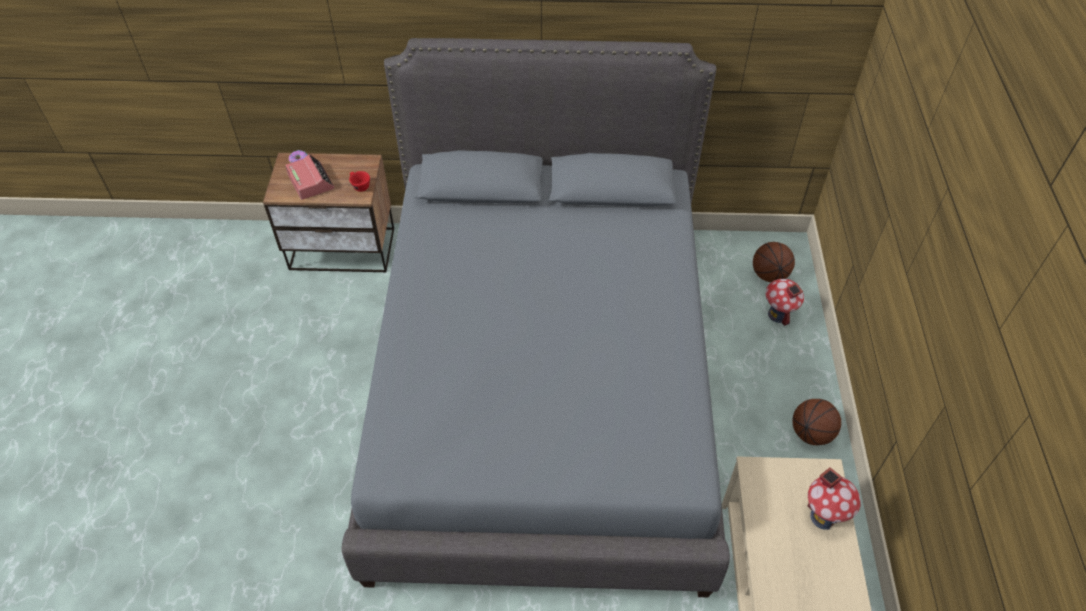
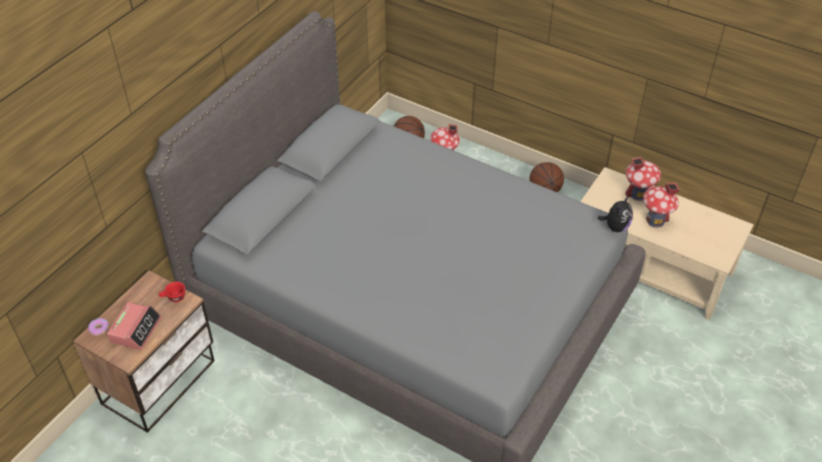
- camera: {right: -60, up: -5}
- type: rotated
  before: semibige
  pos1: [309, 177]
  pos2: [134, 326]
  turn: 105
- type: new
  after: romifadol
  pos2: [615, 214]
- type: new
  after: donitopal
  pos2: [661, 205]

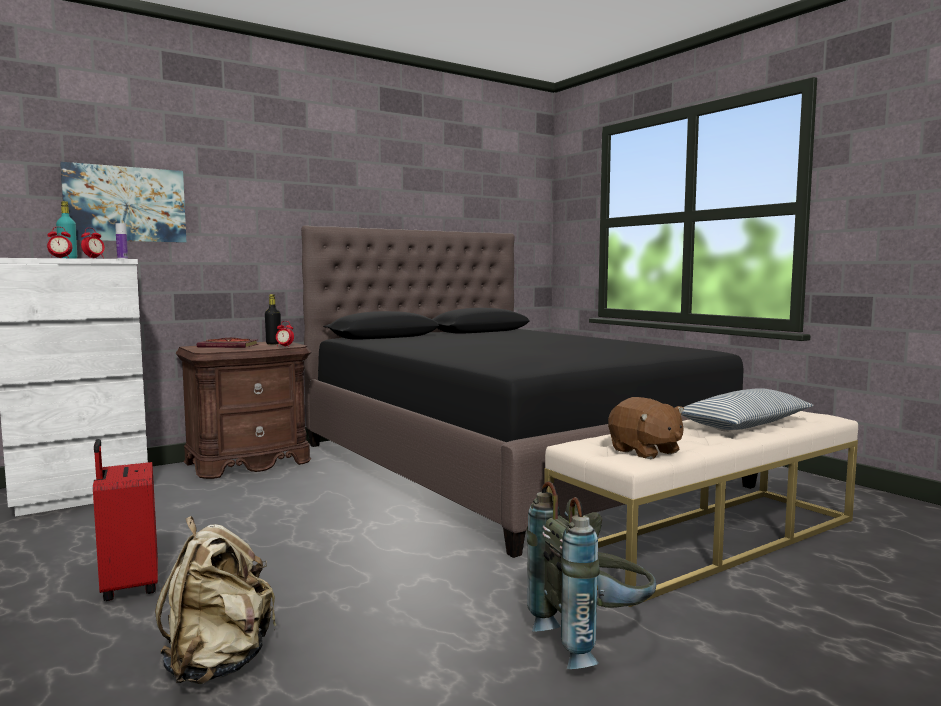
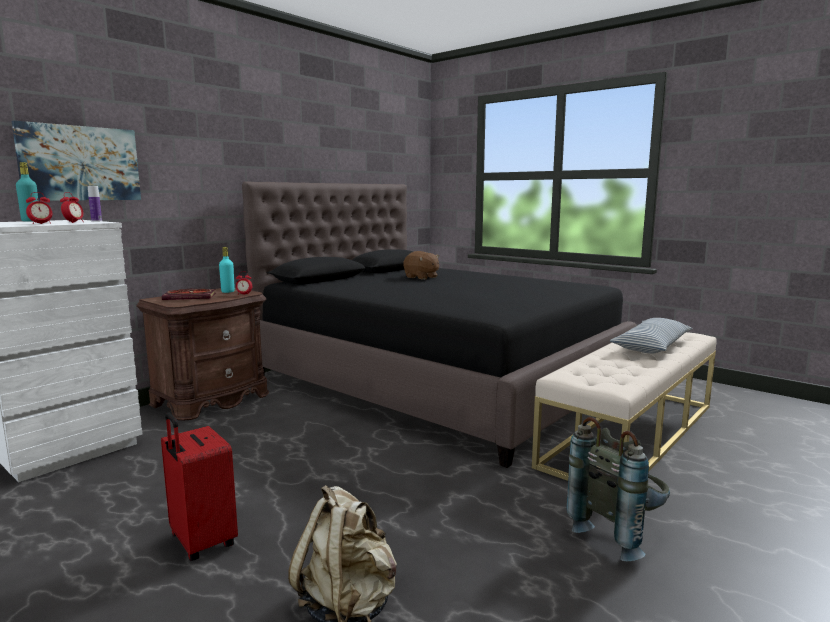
- camera: {right: -15, up: 5}
- type: repainted
  before: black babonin
  after: turquoise babonin
  pos1: [273, 319]
  pos2: [227, 270]
- type: shifted
  before: brown romifadol
  pos1: [646, 428]
  pos2: [421, 265]

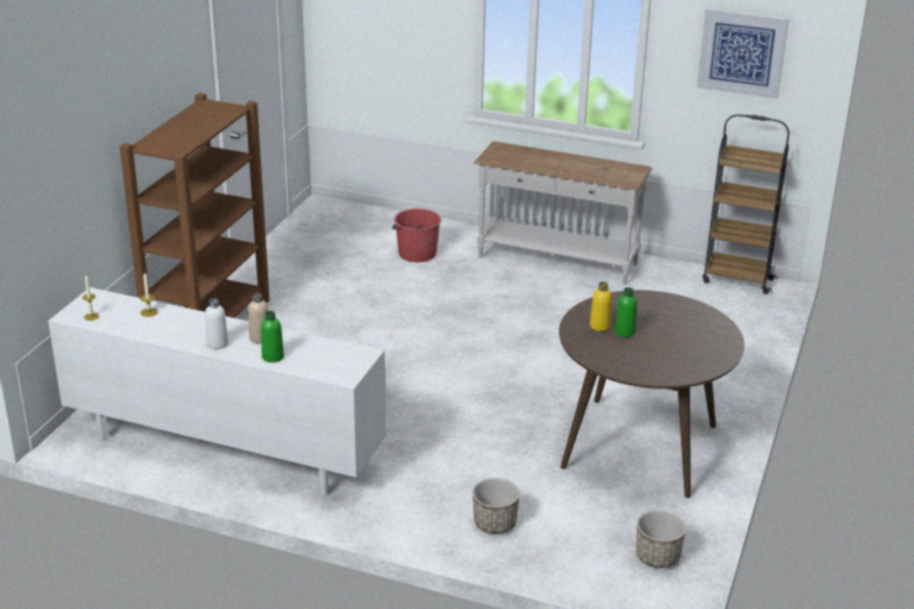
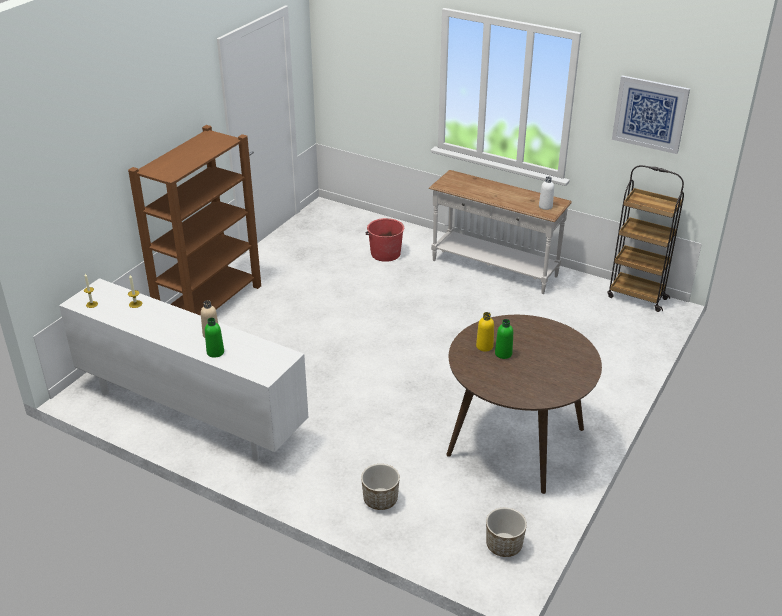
- camera: {right: 10, up: 5}
- type: shifted
  before: white babonin
  pos1: [216, 323]
  pos2: [546, 193]

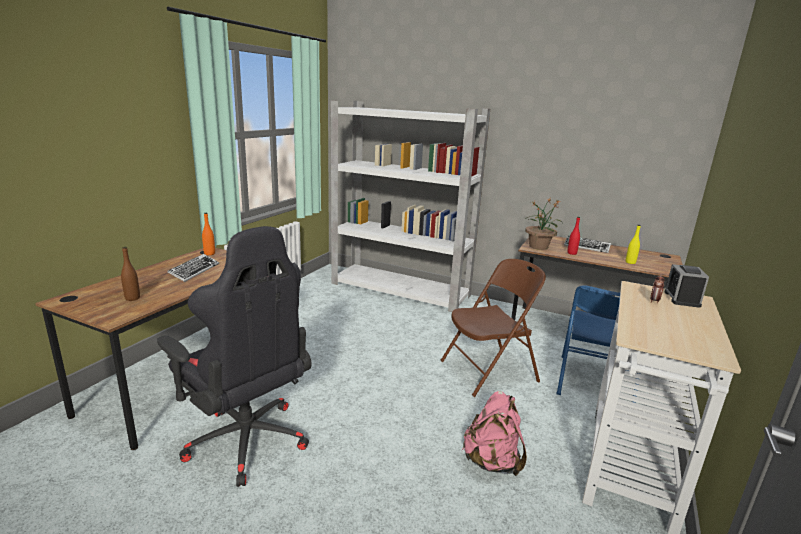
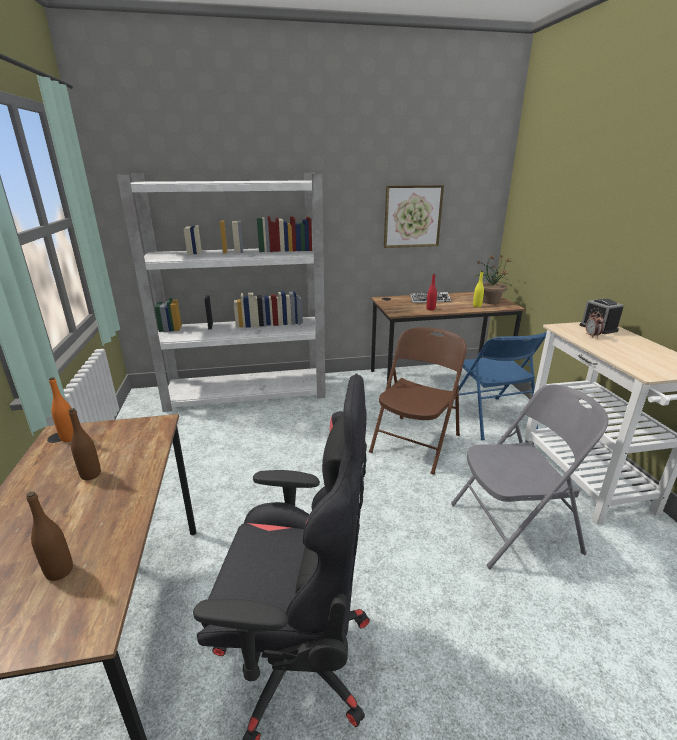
- camera: {right: -35, up: 5}
- type: swapped
  before: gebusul
  after: brown babonin
  pos1: [193, 268]
  pos2: [85, 444]
- type: swapped
  before: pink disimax
  after: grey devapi
  pos1: [494, 433]
  pos2: [530, 477]
- type: shifted
  before: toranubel
  pos1: [544, 224]
  pos2: [492, 279]
- type: new
  after: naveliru
  pos2: [414, 216]

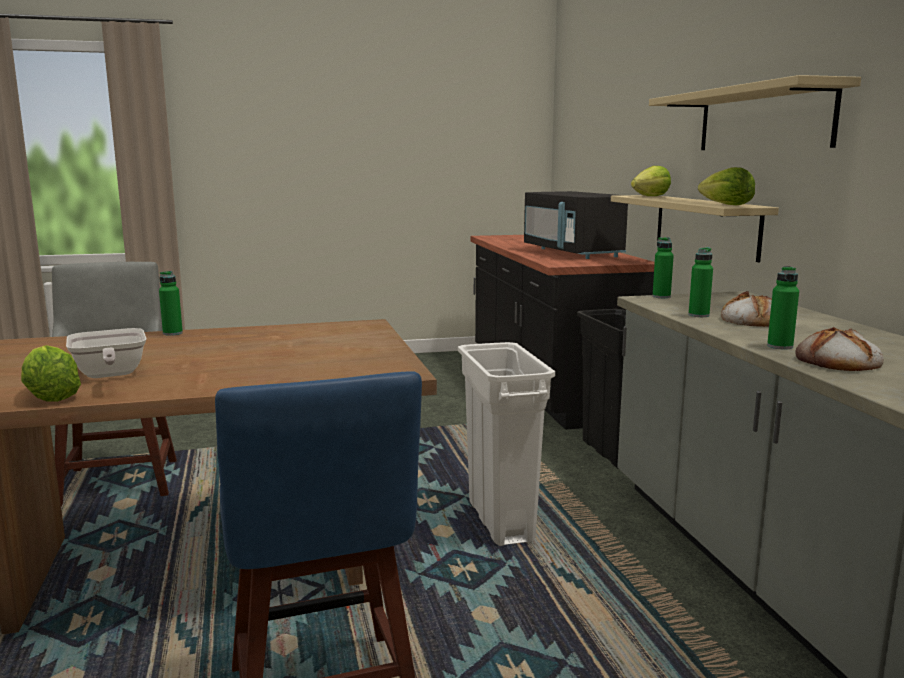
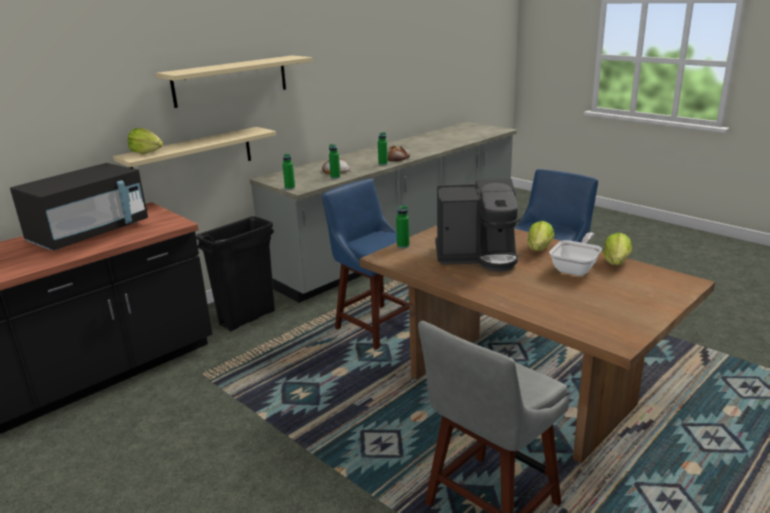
- camera: {right: -120, up: 10}
- type: shifted
  before: green babonin
  pos1: [171, 303]
  pos2: [403, 226]
- type: swapped
  before: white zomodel
  after: blue devapi
  pos1: [506, 444]
  pos2: [366, 264]
- type: shifted
  before: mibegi
  pos1: [726, 186]
  pos2: [541, 236]
- type: new
  after: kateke
  pos2: [477, 225]

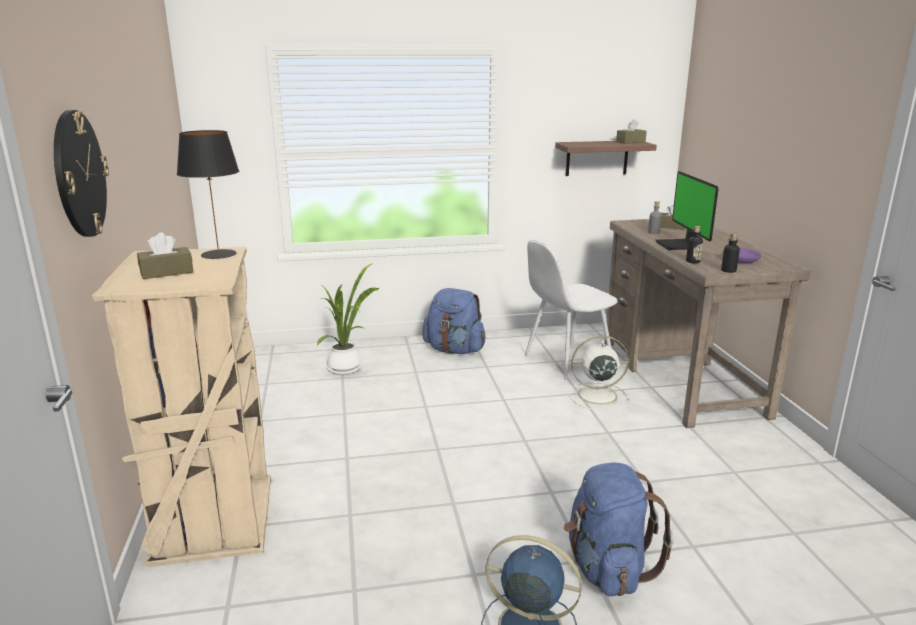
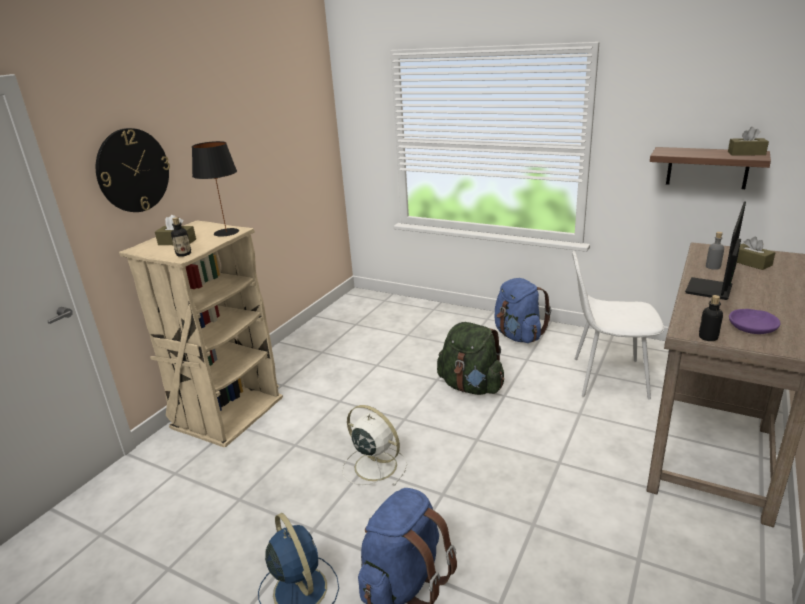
- camera: {right: 40, up: 5}
- type: gone
  before: toranubel
  pos1: [348, 319]
- type: shifted
  before: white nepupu
  pos1: [599, 373]
  pos2: [374, 445]
- type: shifted
  before: babonin
  pos1: [694, 244]
  pos2: [181, 237]
- type: new
  after: green disimax
  pos2: [470, 358]

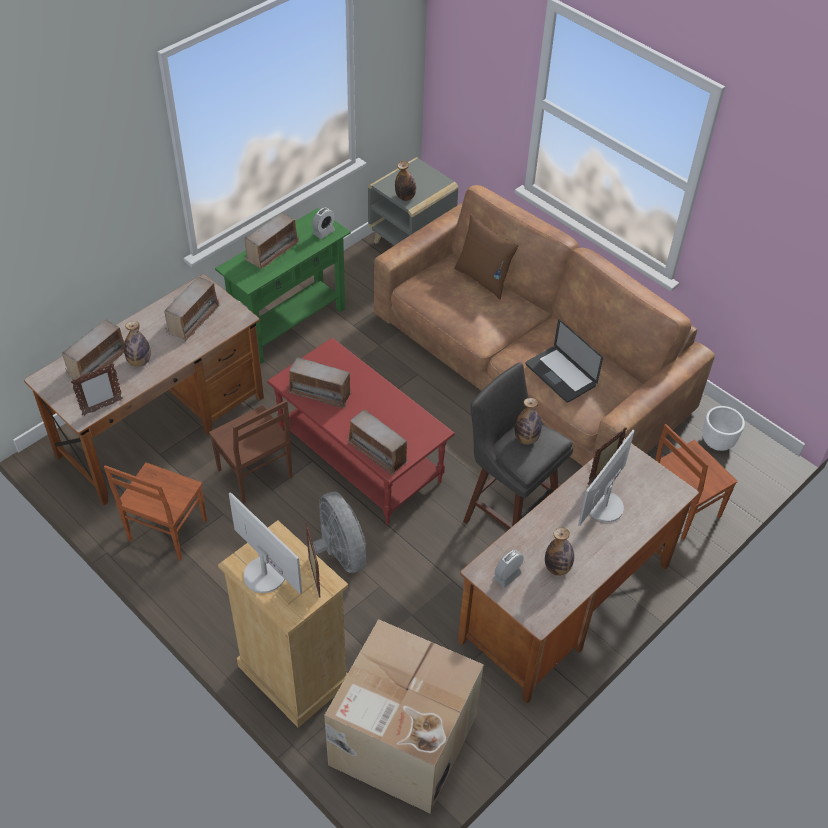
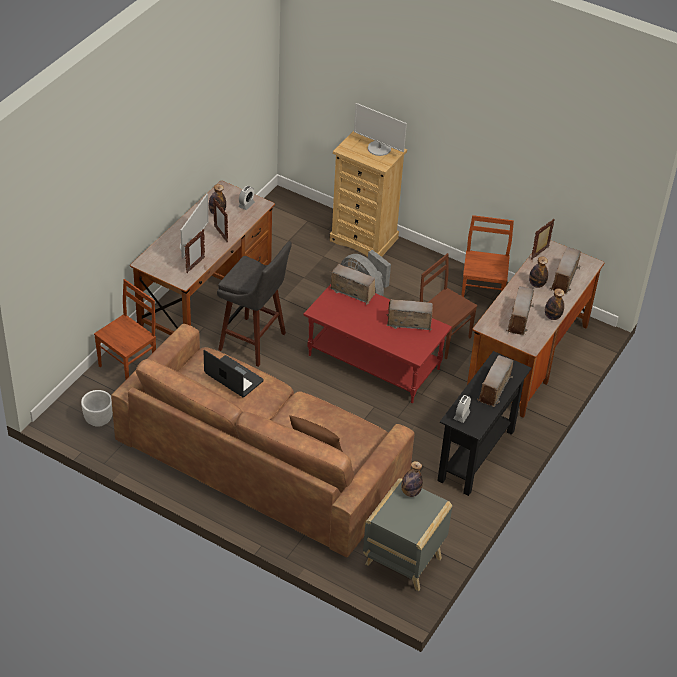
- camera: {right: 165, up: -5}
- type: repainted
  before: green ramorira
  after: black ramorira
  pos1: [283, 286]
  pos2: [484, 423]
- type: shifted
  before: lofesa
  pos1: [313, 559]
  pos2: [220, 220]
- type: gone
  before: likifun
  pos1: [404, 716]
- type: shifted
  before: babonin
  pos1: [528, 421]
  pos2: [554, 304]

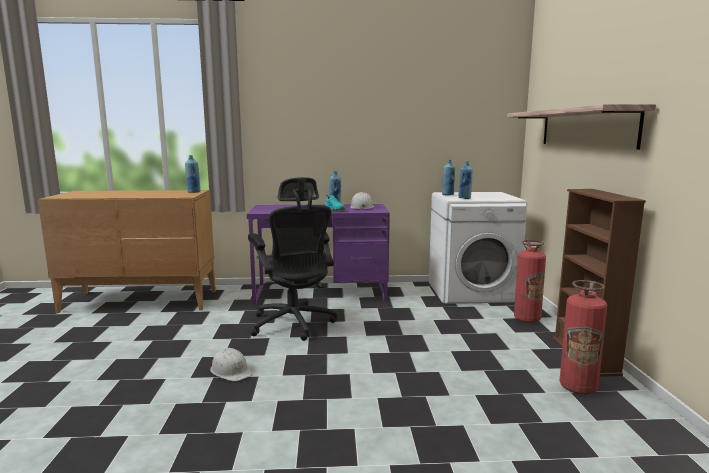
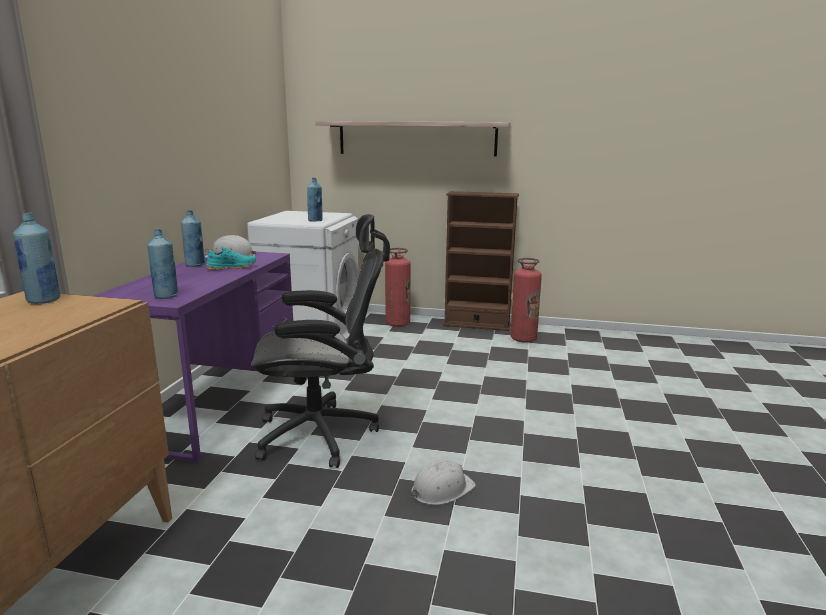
- camera: {right: -75, up: 5}
- type: shifted
  before: blue babonin
  pos1: [448, 177]
  pos2: [163, 264]

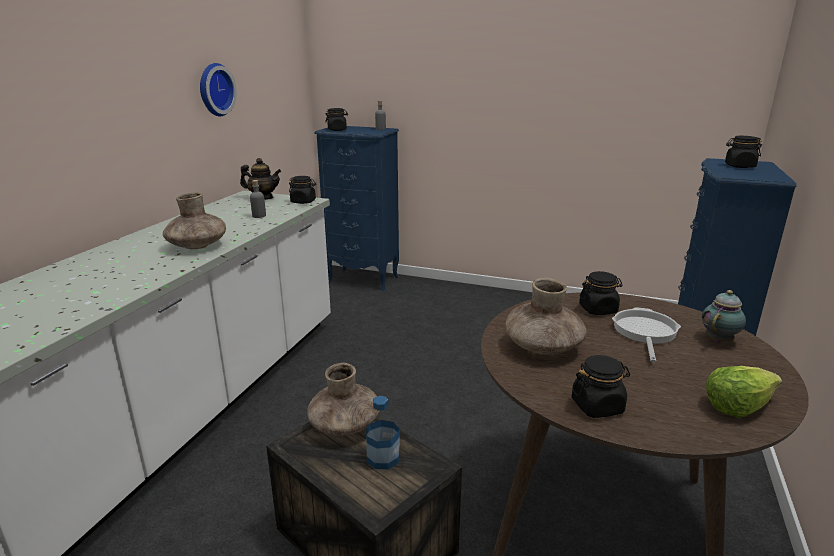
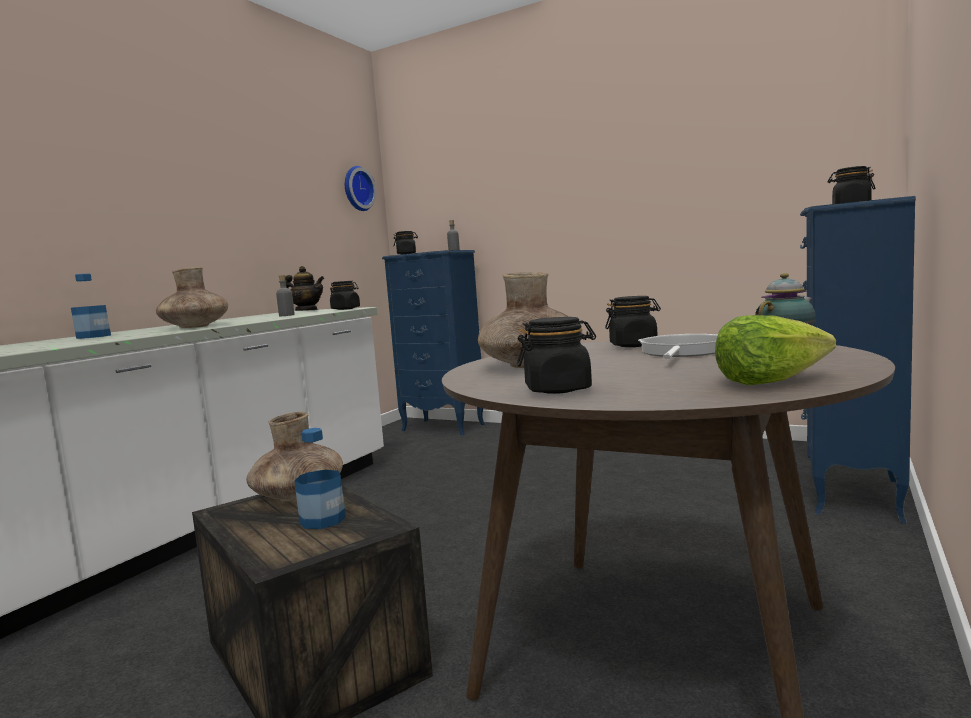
- camera: {right: 10, up: -15}
- type: shifted
  before: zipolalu
  pos1: [218, 89]
  pos2: [360, 188]
- type: new
  after: babonin
  pos2: [91, 306]

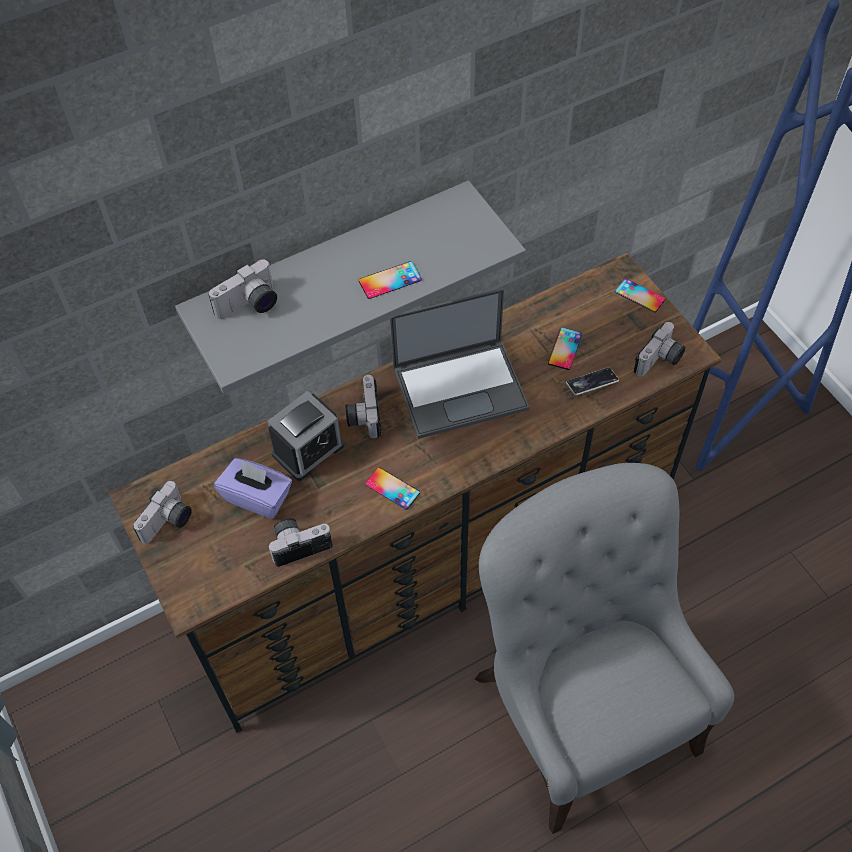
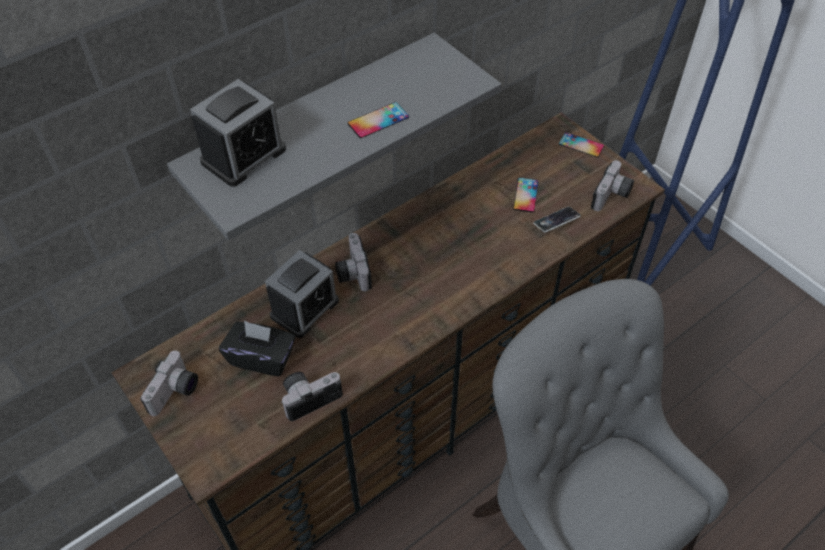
- camera: {right: -10, up: -5}
- type: swapped
  before: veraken
  after: semibige
  pos1: [242, 289]
  pos2: [238, 133]
- type: repainted
  before: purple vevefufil
  after: black vevefufil
  pos1: [253, 488]
  pos2: [257, 348]
- type: gone
  before: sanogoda
  pos1: [392, 488]
- type: gone
  before: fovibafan
  pos1: [459, 363]

